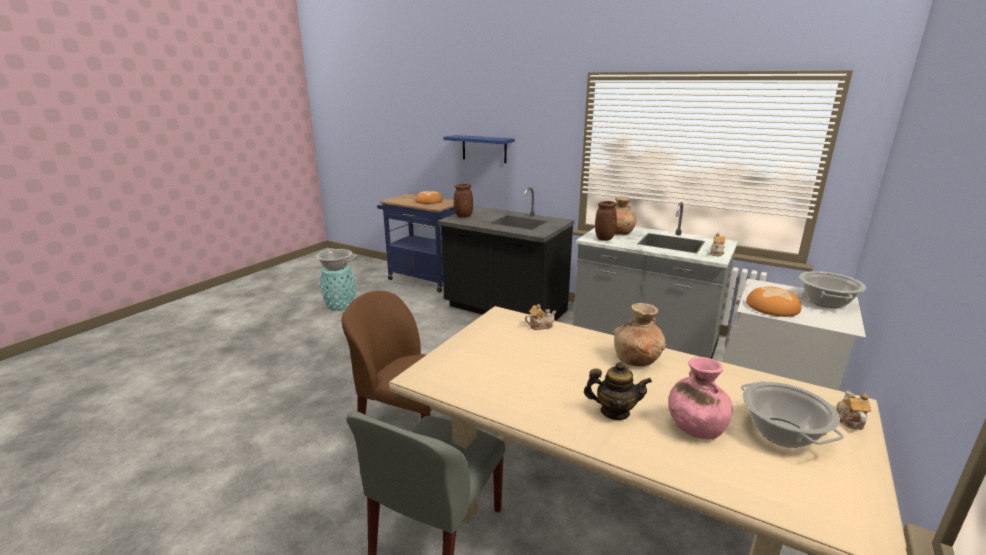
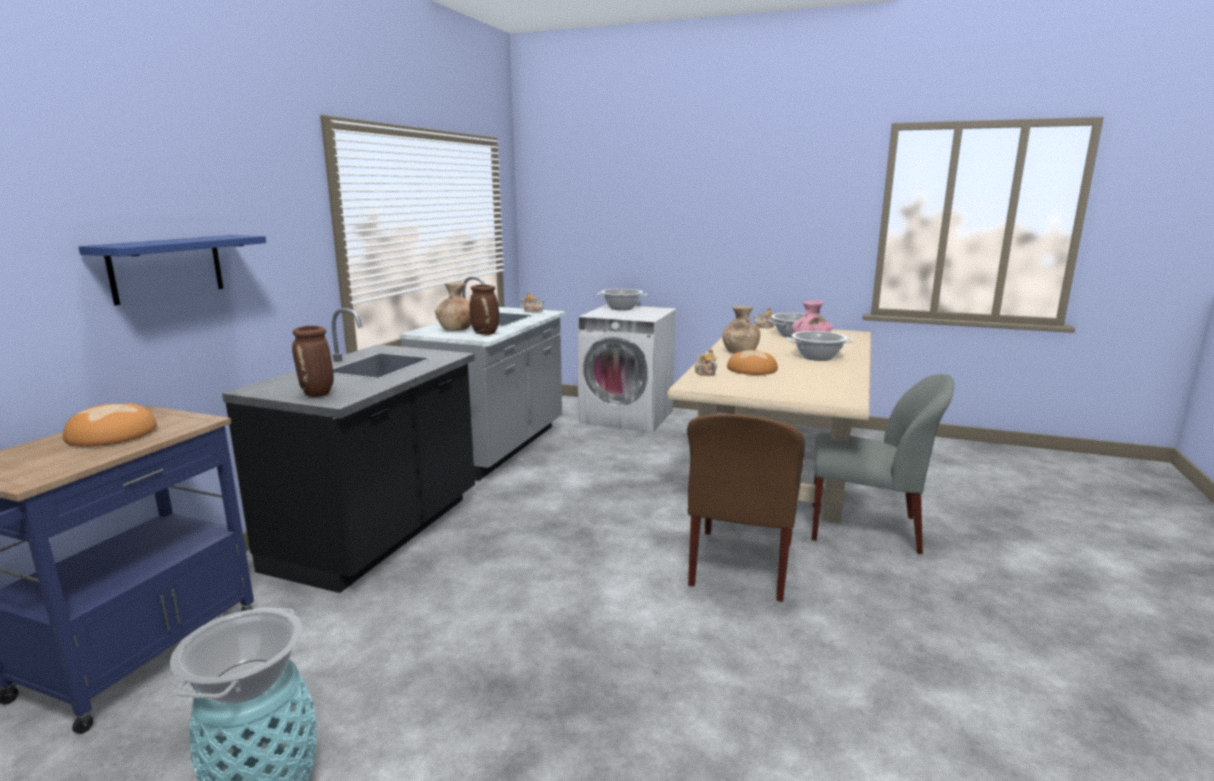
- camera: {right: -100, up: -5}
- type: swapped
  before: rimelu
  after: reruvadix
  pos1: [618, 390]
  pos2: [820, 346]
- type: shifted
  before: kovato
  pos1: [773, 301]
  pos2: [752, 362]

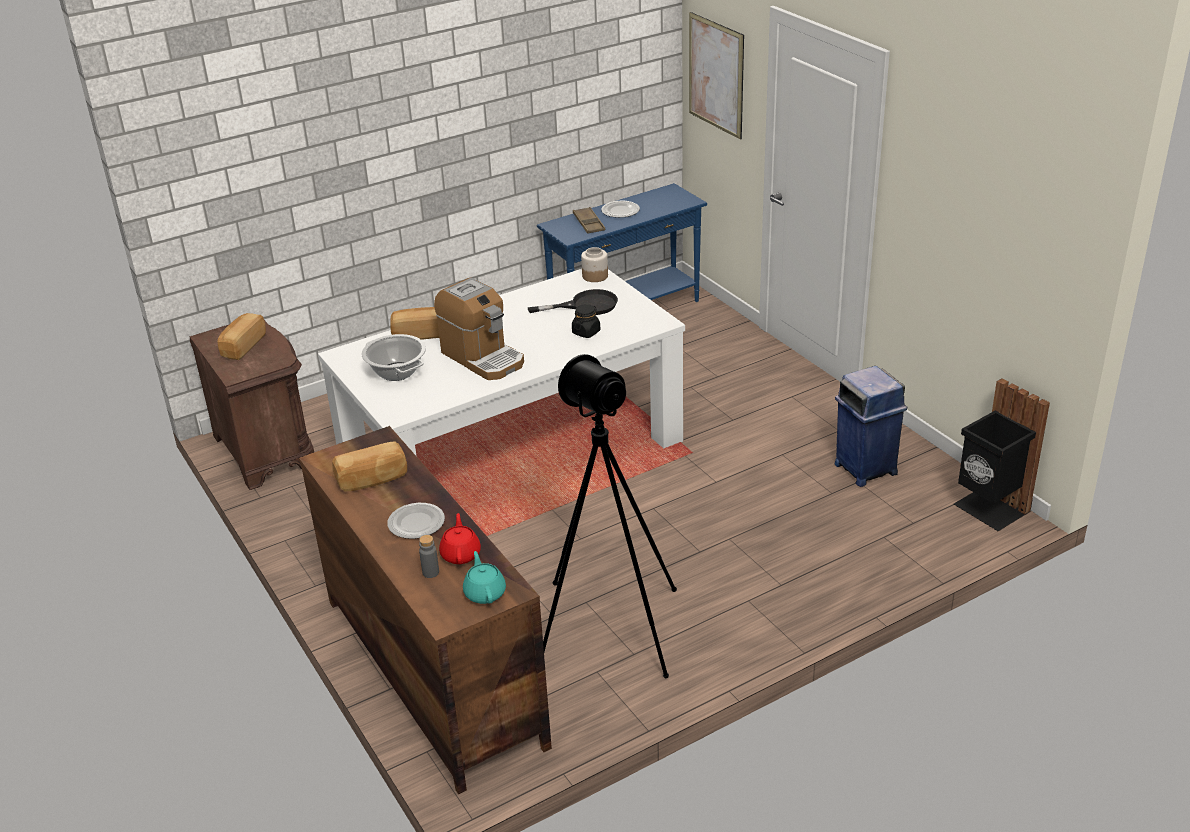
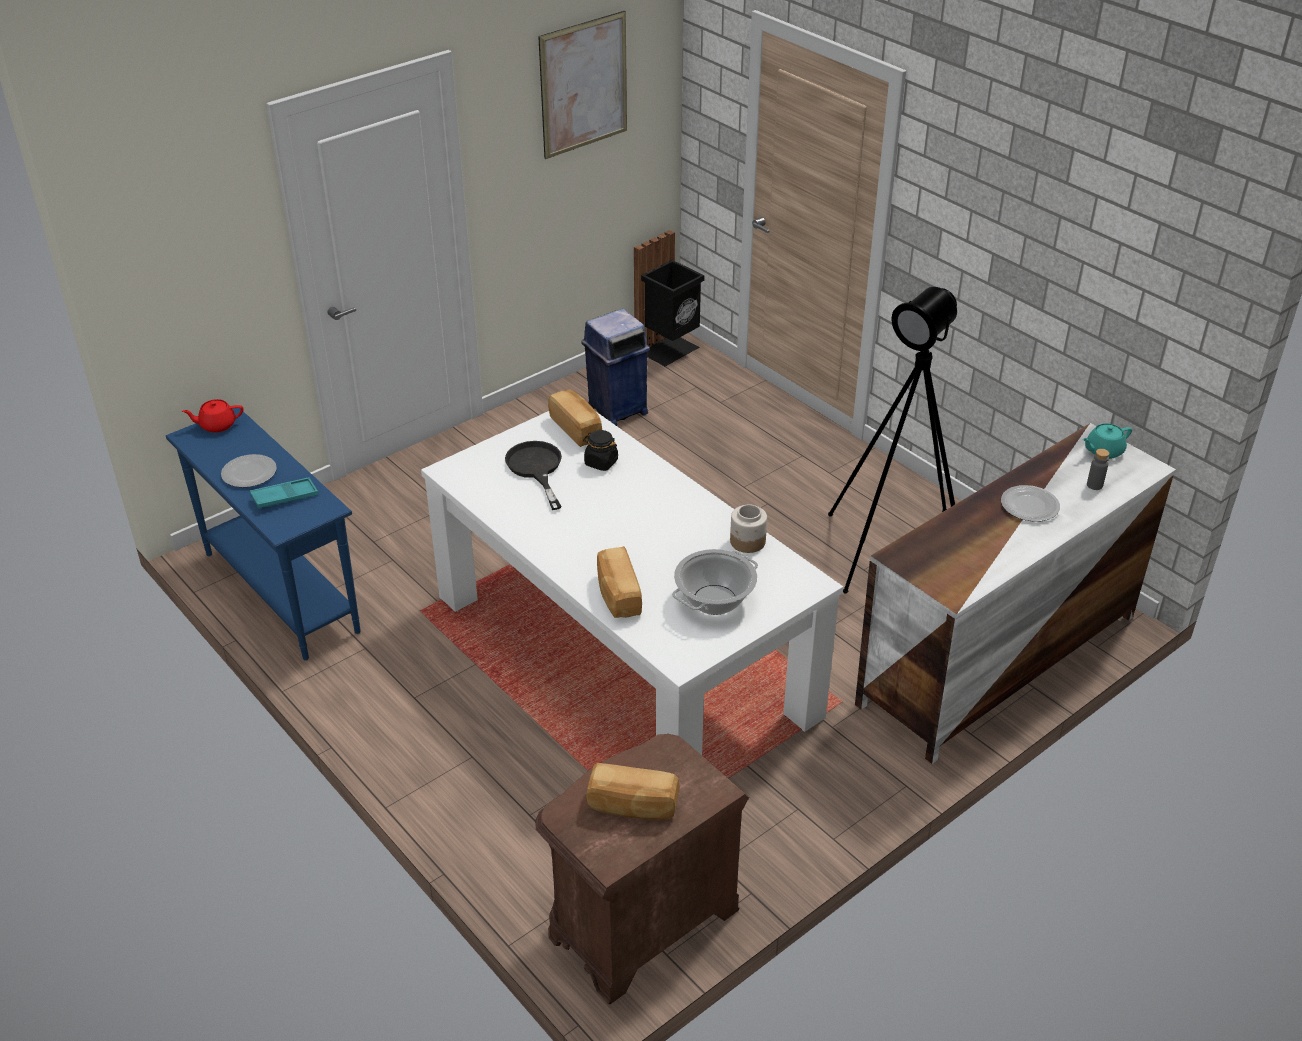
- camera: {right: -100, up: 5}
- type: repainted
  before: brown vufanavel
  after: white vufanavel
  pos1: [425, 610]
  pos2: [1015, 593]
- type: shifted
  before: kovato
  pos1: [369, 466]
  pos2: [575, 418]
- type: gone
  before: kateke
  pos1: [479, 329]
- type: shifted
  before: red rimelu
  pos1: [460, 538]
  pos2: [212, 416]
- type: repainted
  before: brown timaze
  after: turquoise timaze
  pos1: [589, 220]
  pos2: [284, 492]
- type: shifted
  before: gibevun
  pos1: [594, 264]
  pos2: [748, 528]
- type: shifted
  before: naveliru
  pos1: [716, 76]
  pos2: [582, 85]

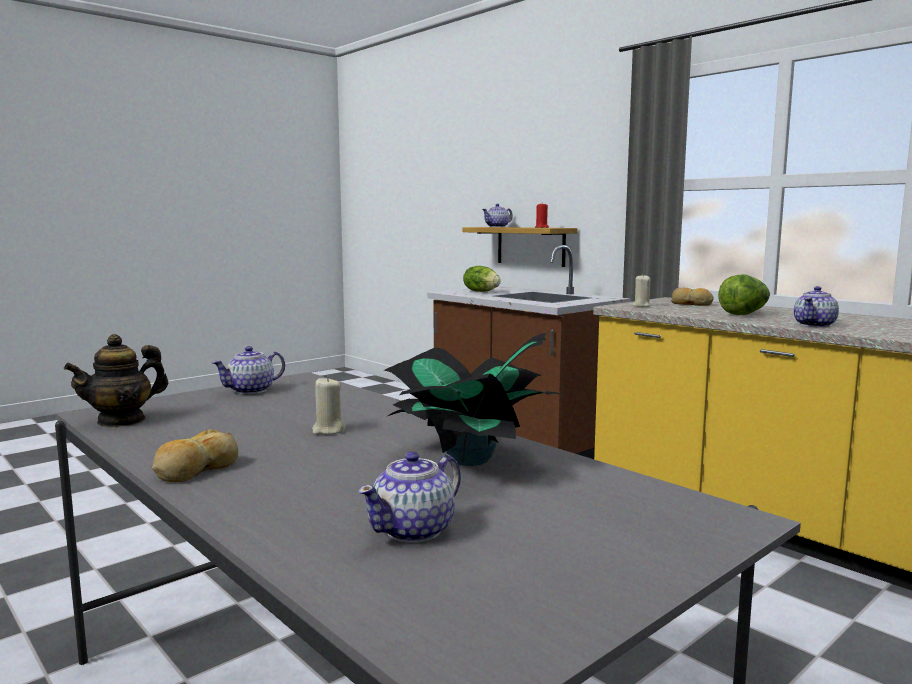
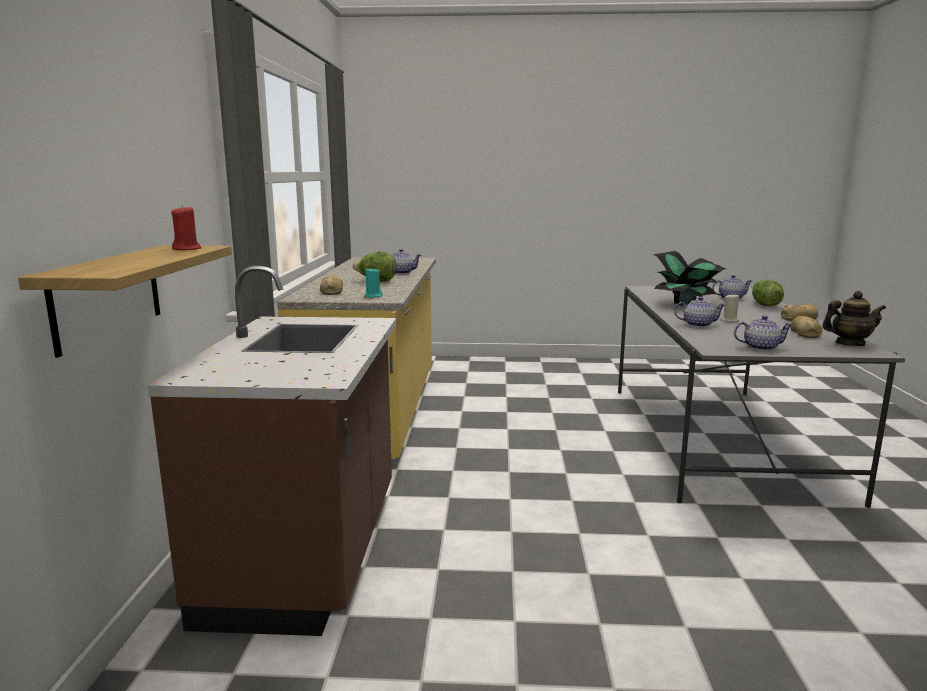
- camera: {right: -135, up: 5}
- type: shifted
  before: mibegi
  pos1: [482, 279]
  pos2: [768, 293]
- type: shifted
  before: rimelu
  pos1: [497, 215]
  pos2: [700, 312]
- type: repainted
  before: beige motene
  after: turquoise motene
  pos1: [641, 291]
  pos2: [373, 282]
- type: new
  after: kovato
  pos2: [806, 327]

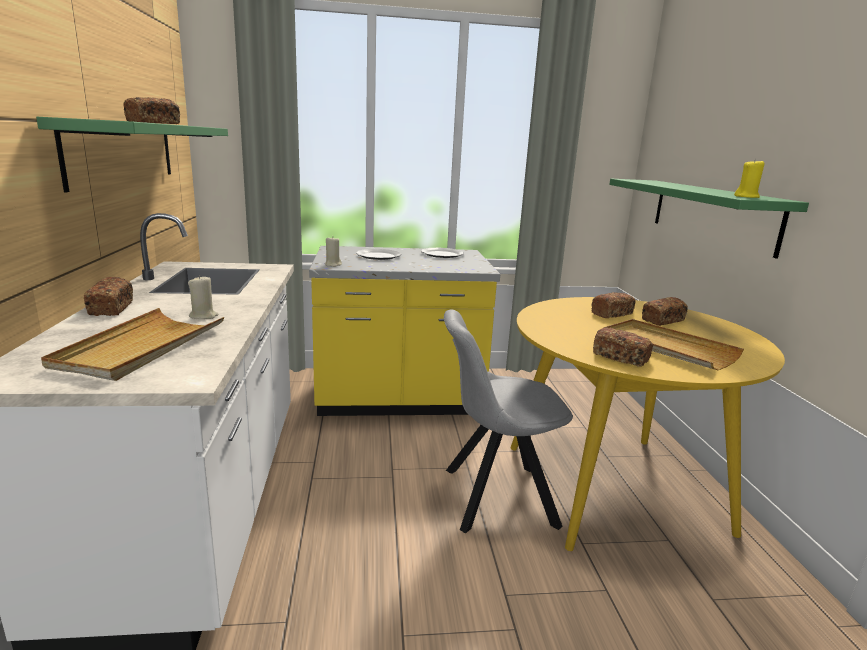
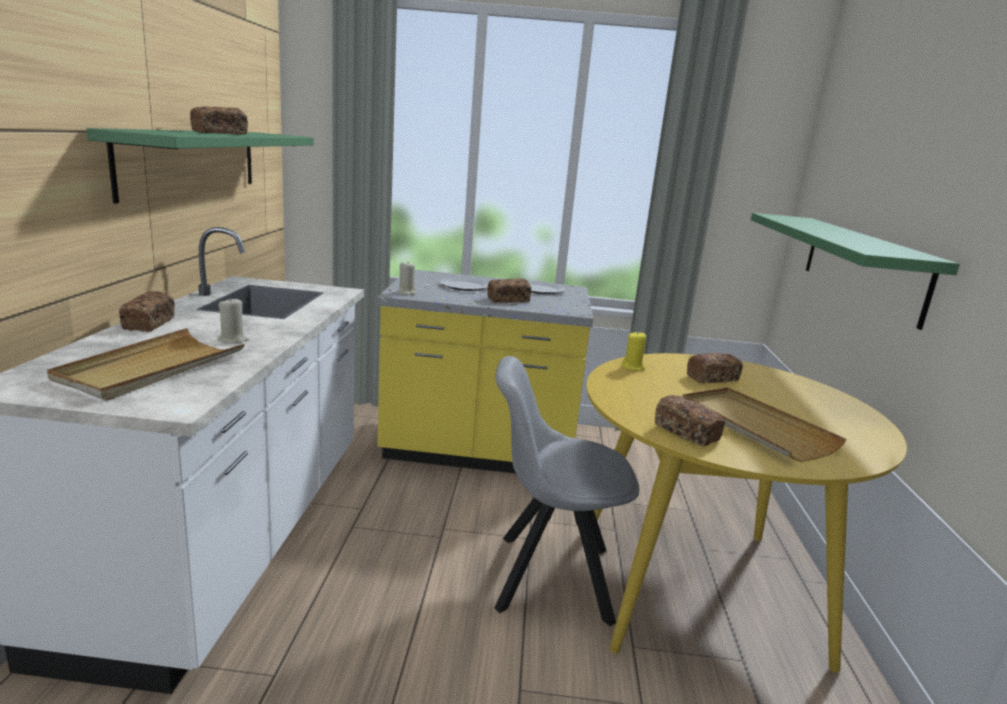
- camera: {right: 10, up: 0}
- type: shifted
  before: kovato
  pos1: [665, 311]
  pos2: [509, 290]
- type: shifted
  before: yellow motene
  pos1: [749, 178]
  pos2: [634, 351]

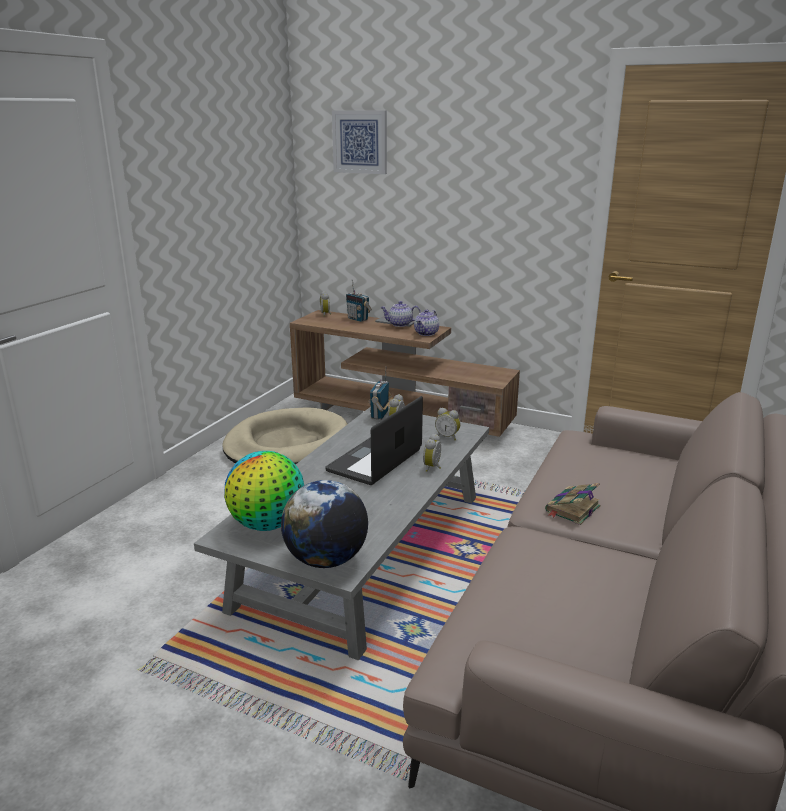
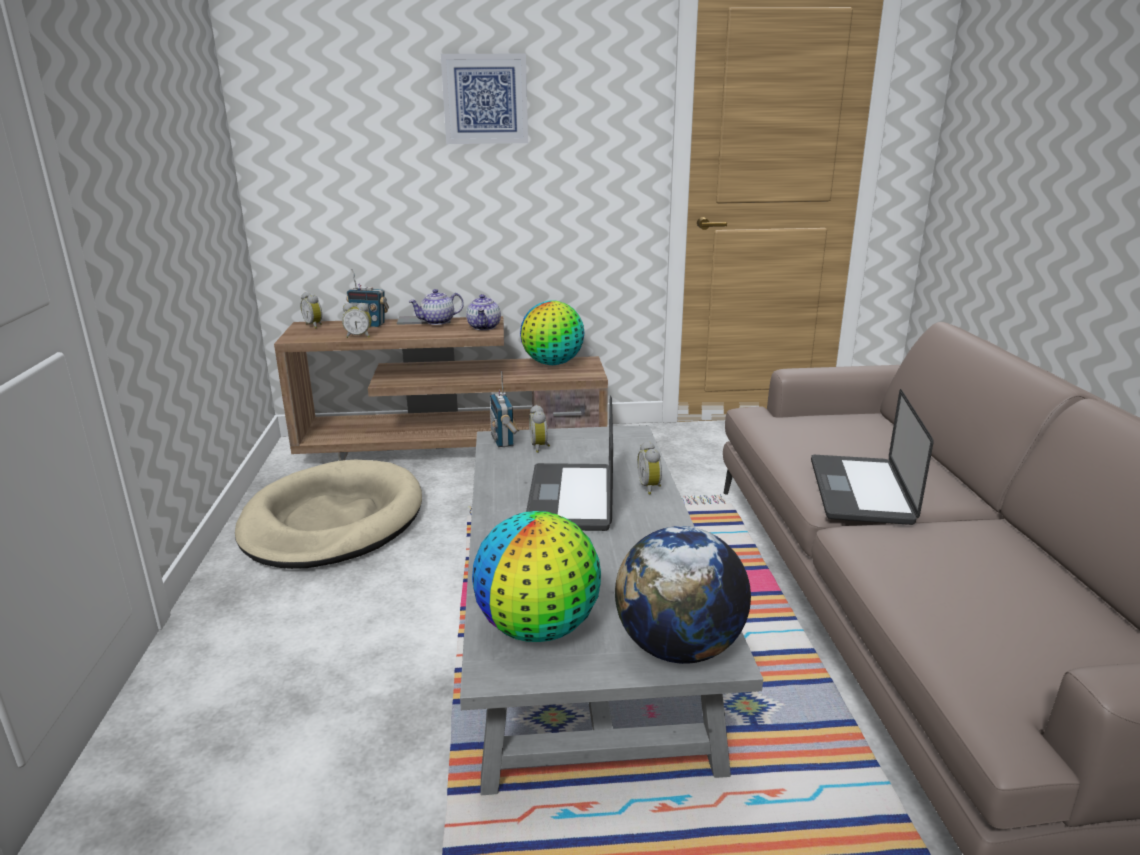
- camera: {right: -30, up: 0}
- type: shifted
  before: naveliru
  pos1: [359, 142]
  pos2: [484, 99]
- type: shifted
  before: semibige
  pos1: [447, 424]
  pos2: [356, 320]
- type: swapped
  before: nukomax
  after: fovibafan
  pos1: [572, 504]
  pos2: [872, 457]
- type: new
  after: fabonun
  pos2: [552, 332]

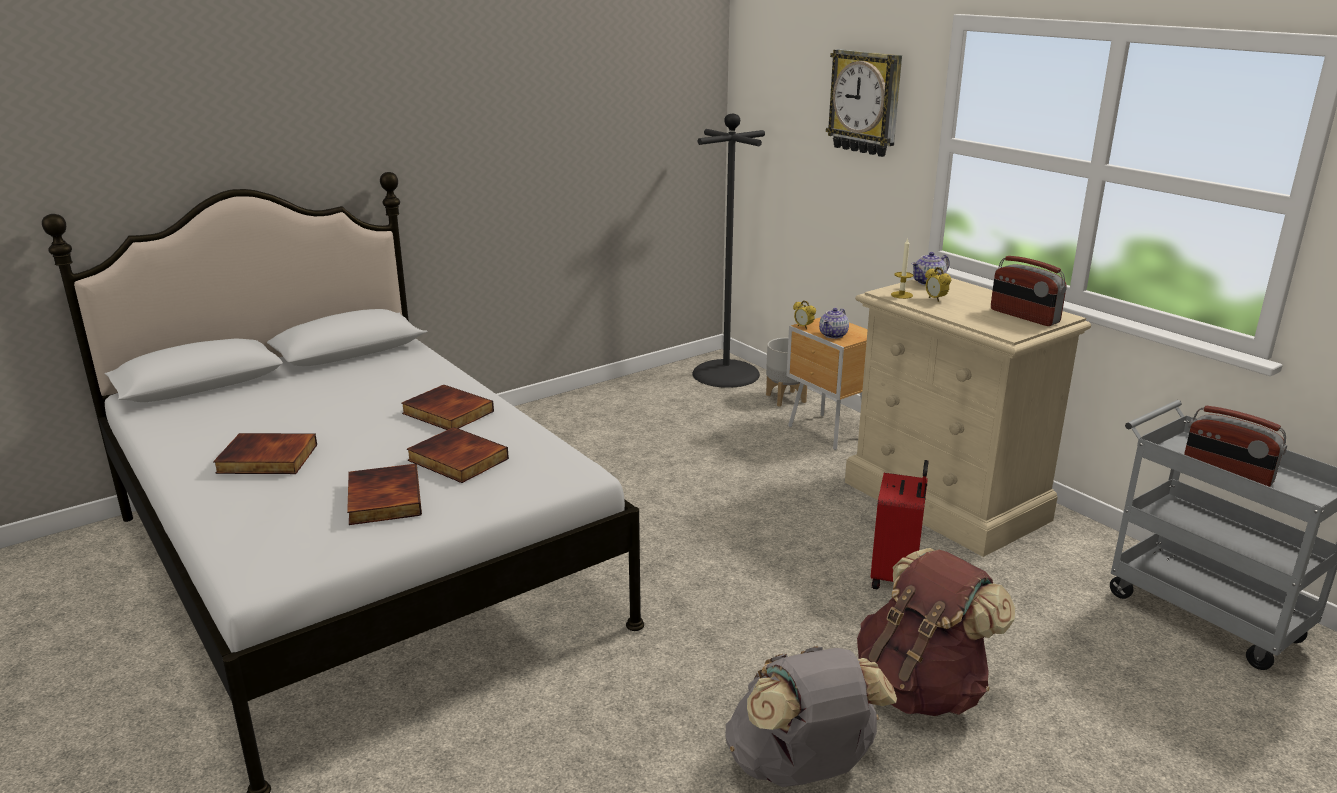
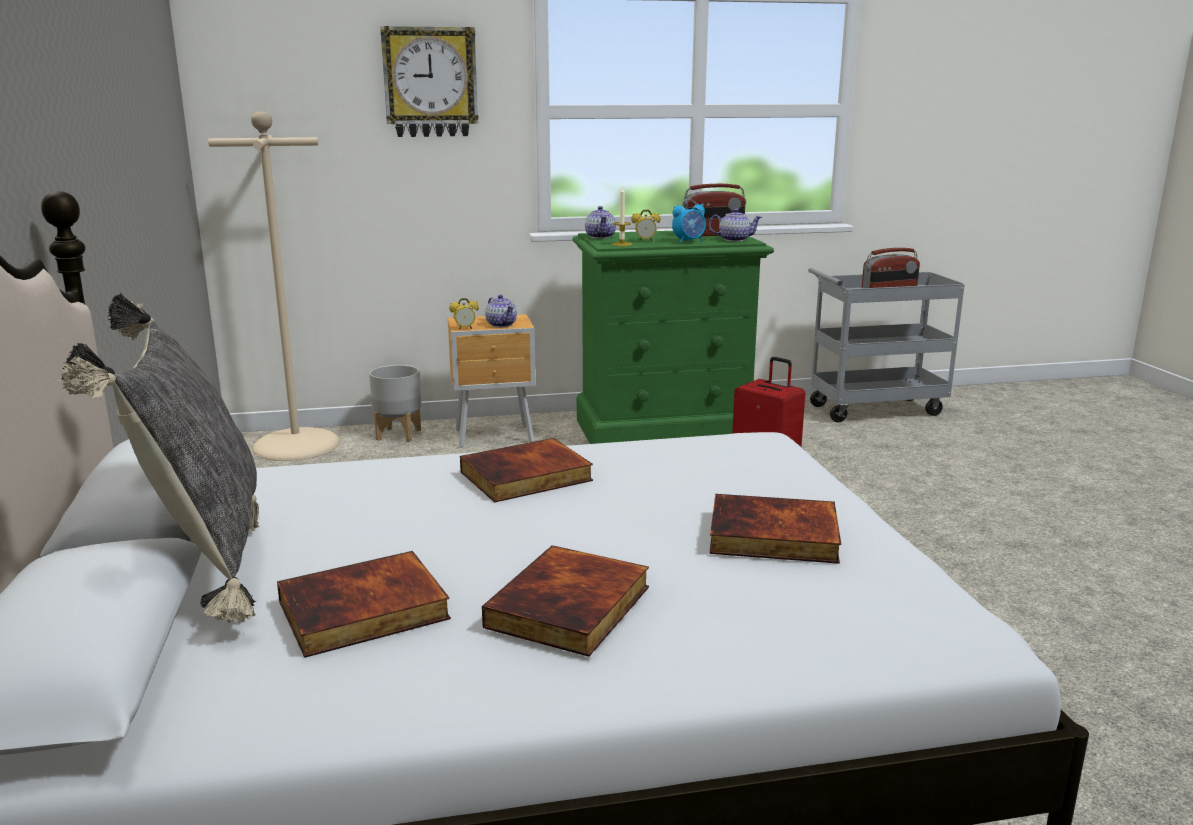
- camera: {right: -65, up: -5}
- type: shifted
  before: nukomax
  pos1: [458, 455]
  pos2: [364, 604]
- type: repainted
  before: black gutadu
  after: beige gutadu
  pos1: [728, 251]
  pos2: [274, 286]
- type: gone
  before: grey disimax
  pos1: [811, 716]
- type: repainted
  before: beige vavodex
  after: green vavodex
  pos1: [968, 417]
  pos2: [673, 337]
- type: gone
  before: brown disimax
  pos1: [936, 632]
- type: new
  after: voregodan
  pos2: [159, 458]
- type: new
  after: semibige
  pos2: [689, 221]
- type: new
  after: rimelu
  pos2: [735, 225]

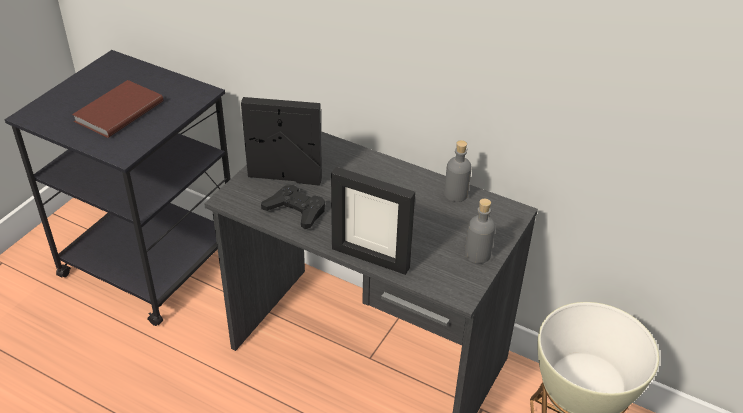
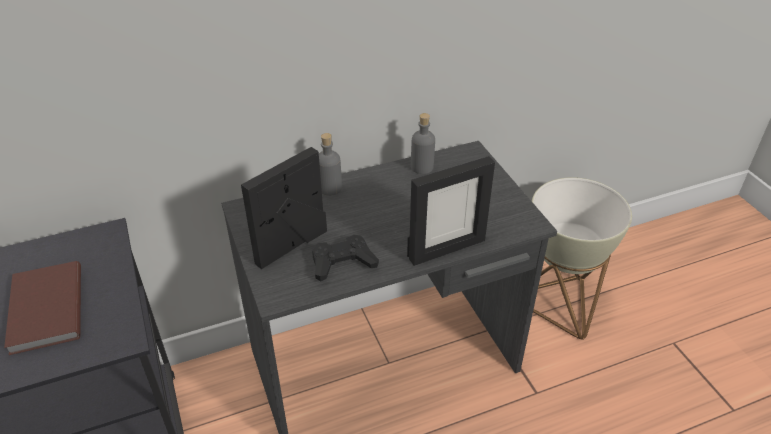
- camera: {right: -50, up: 0}
- type: shifted
  before: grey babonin
  pos1: [480, 231]
  pos2: [330, 164]

